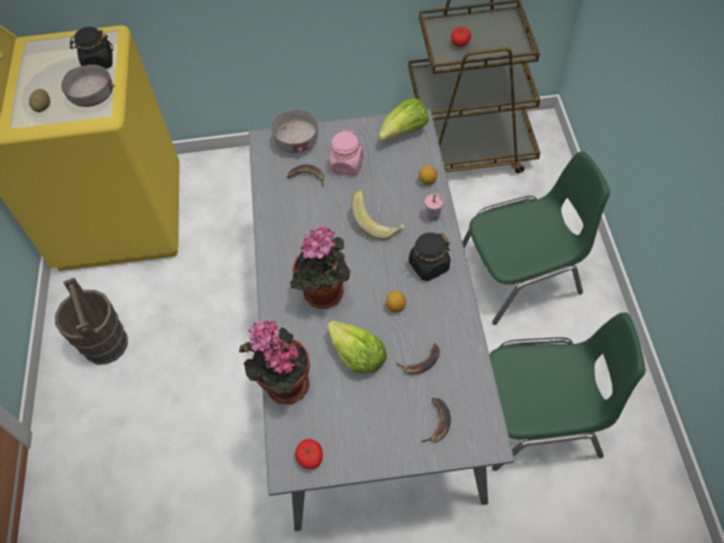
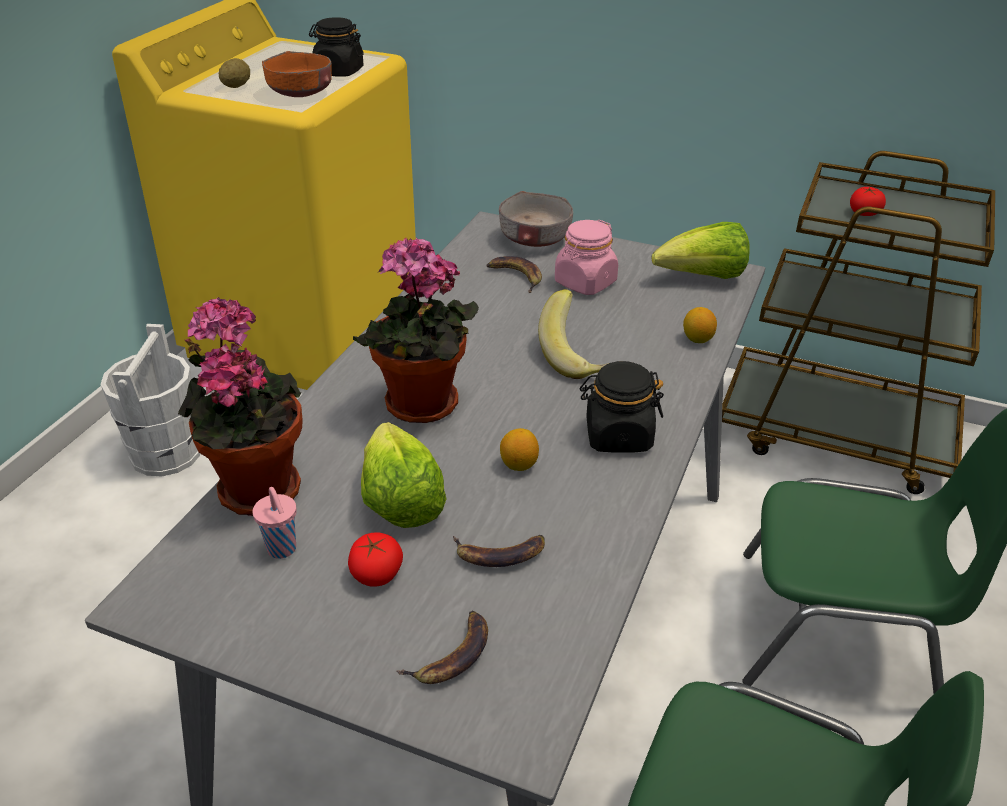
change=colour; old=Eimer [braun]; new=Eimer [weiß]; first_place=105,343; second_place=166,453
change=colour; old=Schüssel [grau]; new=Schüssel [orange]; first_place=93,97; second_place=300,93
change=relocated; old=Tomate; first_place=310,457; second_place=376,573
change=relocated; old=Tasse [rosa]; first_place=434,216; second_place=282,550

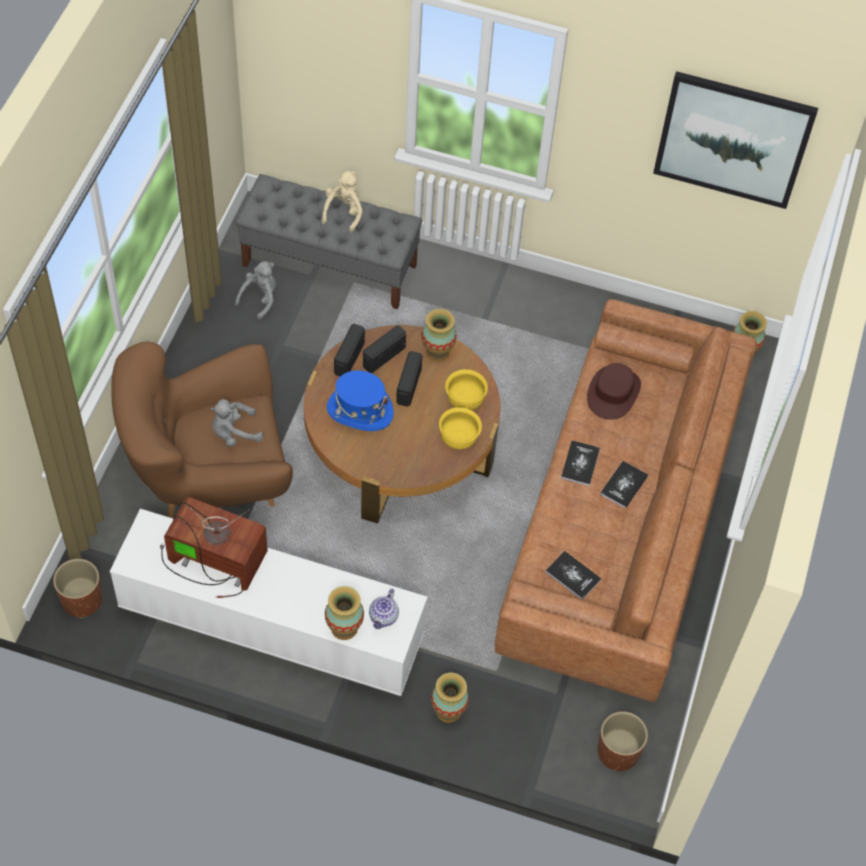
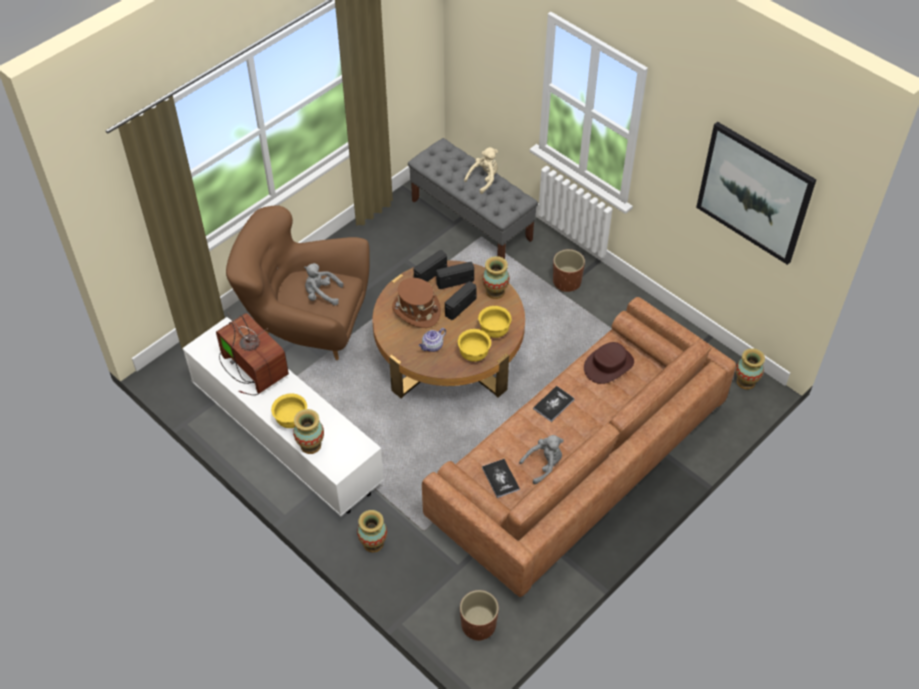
change=relocated; old=Pflanzkübel [braun]; first_place=82,600; second_place=567,282
change=relocated; old=Plüschtier [grau]; first_place=260,298; second_place=544,465
change=colour; old=Hut [blau]; new=Hut [braun]; first_place=359,410; second_place=416,311
change=relocated; old=Teekanne; first_place=383,617; second_place=432,346
change=missing; old=Buch; first_place=624,485
change=appeared; new=Schüssel [gelb]; second_place=291,420

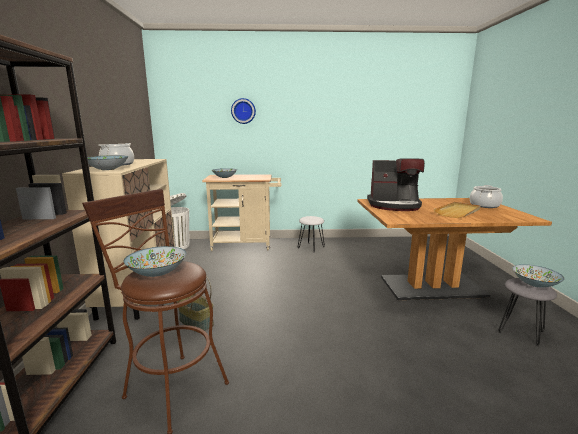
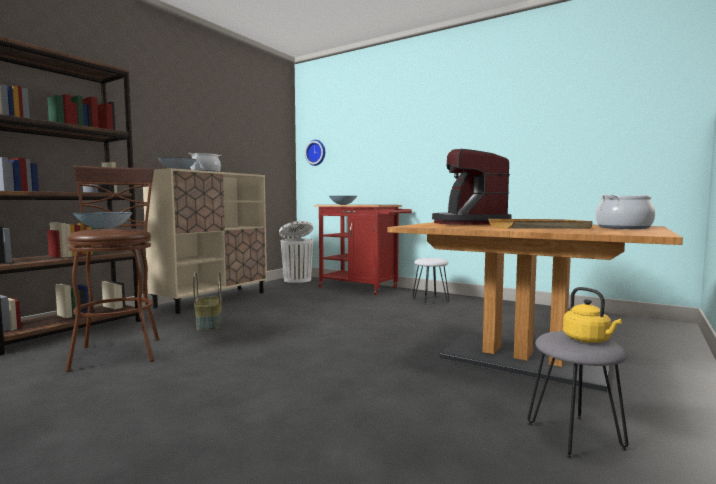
change=colour; old=Rollwagen [beige]; new=Rollwagen [rot]; first_place=246,244; second_place=362,288
change=relocated; old=Wanduhr; first_place=243,111; second_place=316,153
change=spun; old=Kaffeemaschine; first_place=394,205; second_place=468,223; degrees=45
change=exchanged; old=Schüssel; new=Wasserkessel [gelb]; first_place=535,284; second_place=588,340

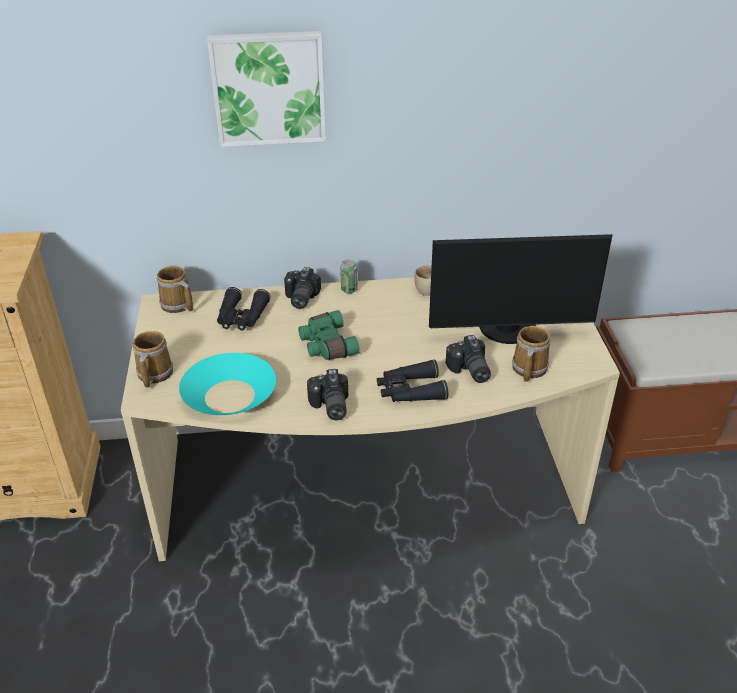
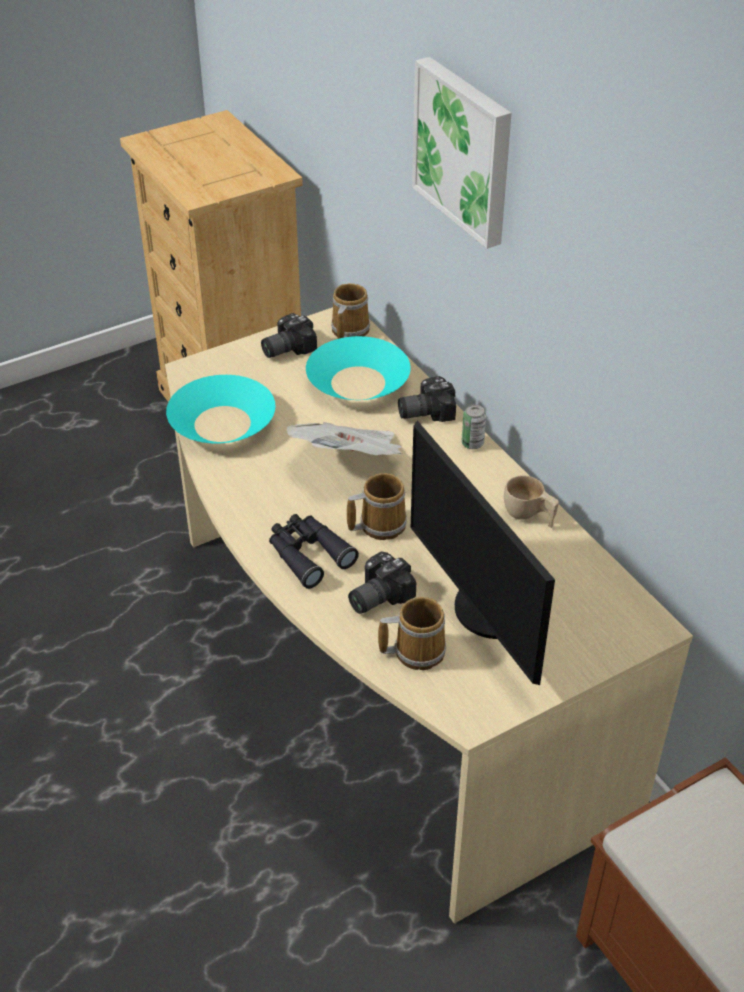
change=relocated; old=Henkelbecher; first_place=153,374; second_place=379,524
change=exchanged; old=Fernglas [schwarz]; new=Schüssel [türkis]; first_place=241,317; second_place=358,382
change=exchanged; old=Fernglas [grün]; new=Zeitung; first_place=326,345; second_place=350,461
change=relocated; old=Kamera; first_place=329,406; second_place=285,348

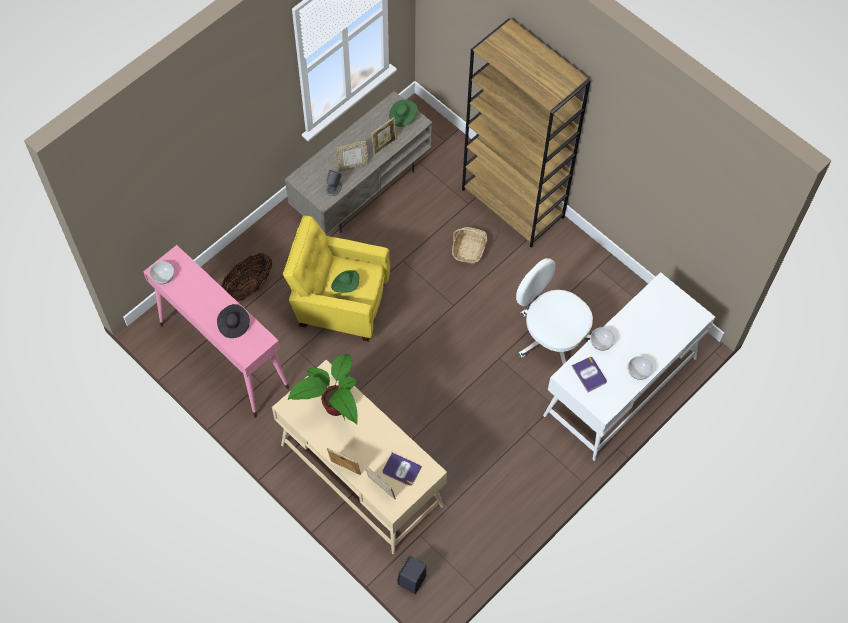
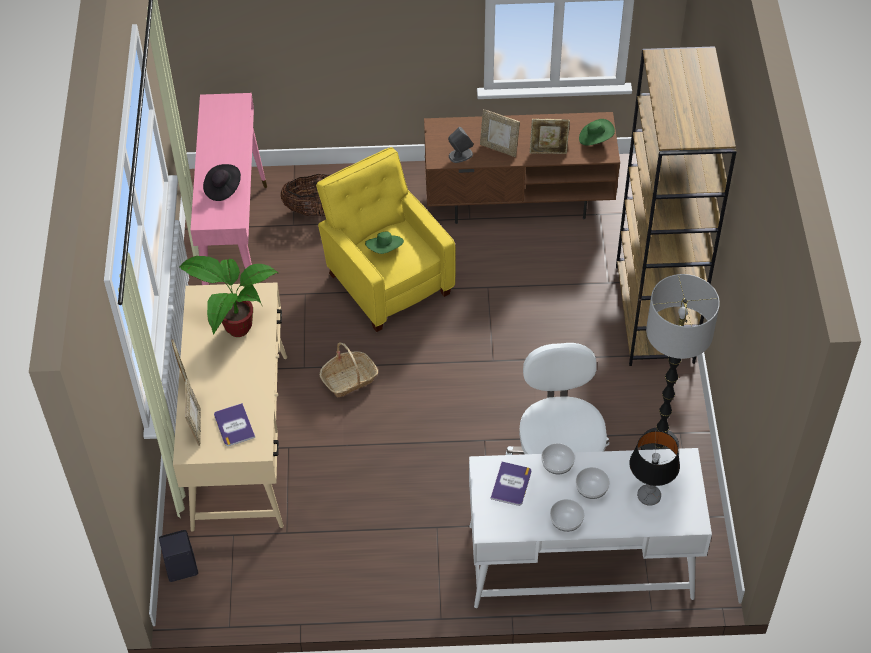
change=relocated; old=Schüssel; first_place=163,276; second_place=592,489
change=colour; old=Fernsehschrank [grau]; new=Fernsehschrank [braun]; first_place=361,187; second_place=519,198
change=relocated; old=Korb; first_place=469,249; second_place=349,379
change=appeared; new=Tischlampe; second_place=649,496
change=appeared; new=Stehlampe; second_place=659,445

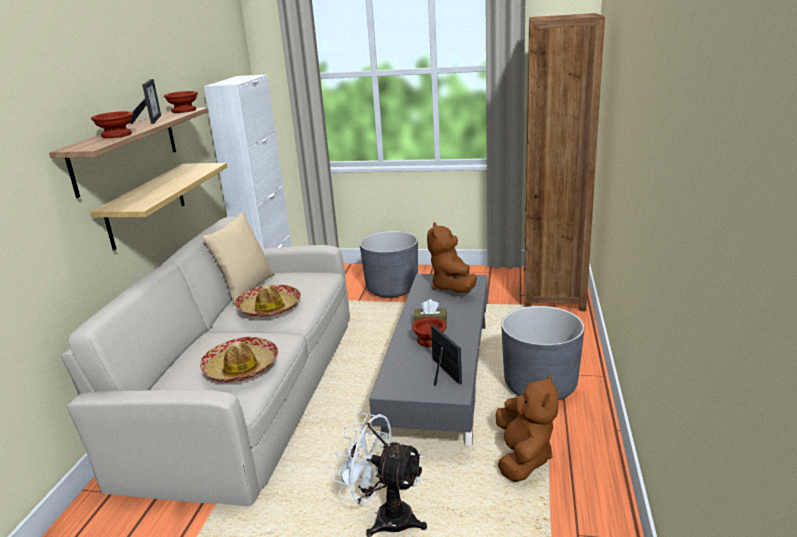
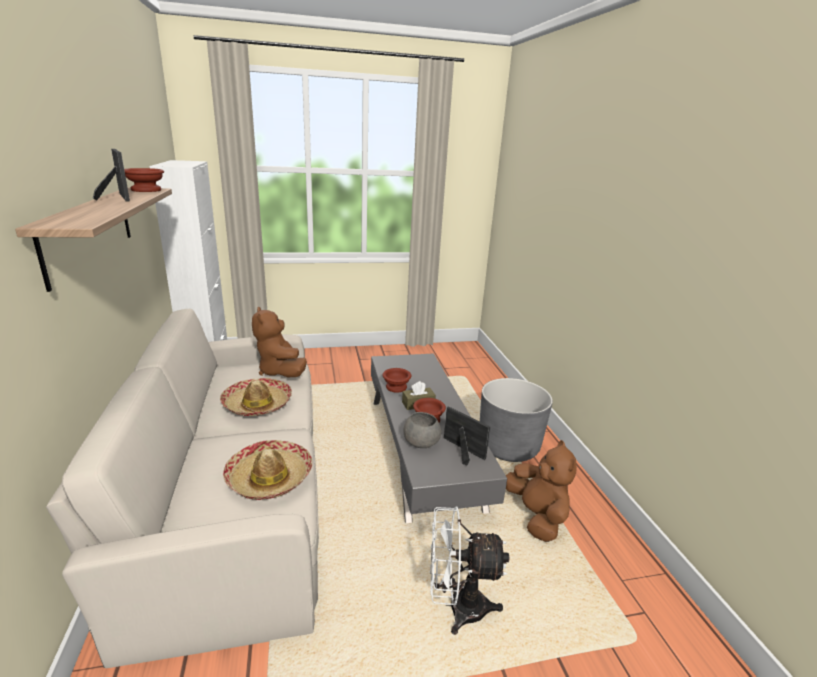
change=missing; old=Wandregal; first_place=146,205
change=relocated; old=Schüssel [braun]; first_place=115,135; second_place=395,387
change=missing; old=Kissen [beige]; first_place=246,289
change=missing; old=Pflanzkübel [grau]; first_place=392,288
change=relocated; old=Plüschtier [braun]; first_place=452,287; second_place=280,371
change=missing; old=Bücherregal [braun]; first_place=553,294
change=appeared; new=Schüssel [grau]; second_place=420,442

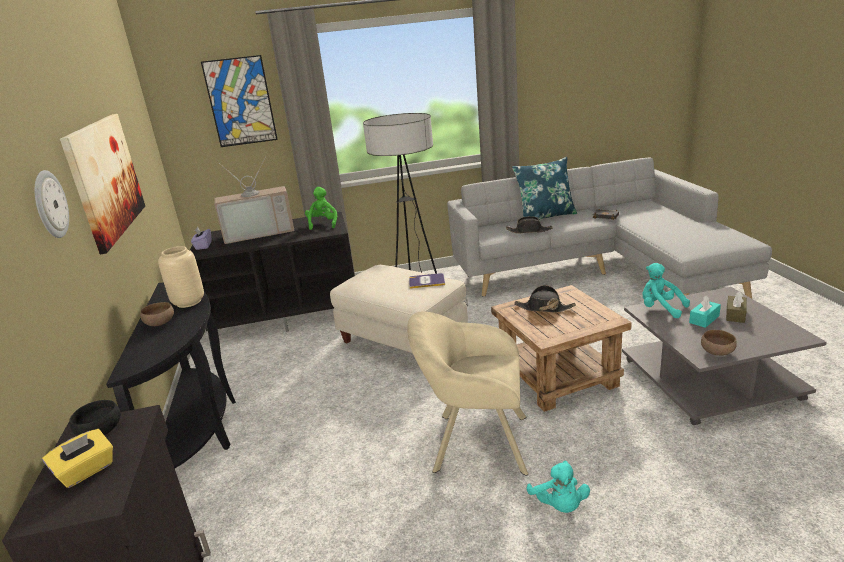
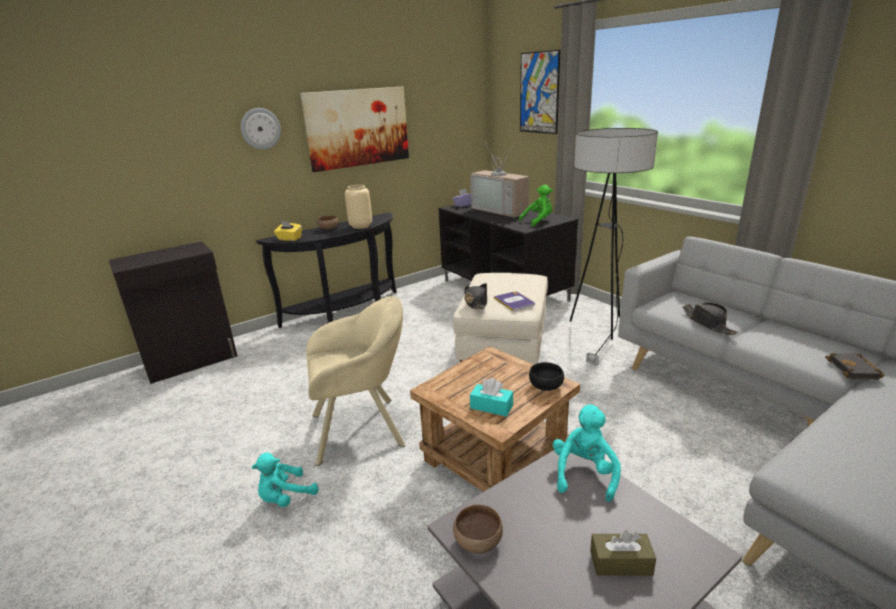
change=relocated; old=Taschentuchbox [gelb]; first_place=86,471; second_place=289,239
change=relocated; old=Schüssel [schwarz]; first_place=100,431; second_place=546,386
change=spun; old=Sessel [beige]; first_place=475,442; second_place=363,428; degrees=90
change=missing; old=Kissen [blau]; first_place=545,216
change=relocated; old=Hut [schwarz]; first_place=544,308; second_place=476,302
change=relocated; old=Taschentuchbox [türkis]; first_place=704,319; second_place=491,407

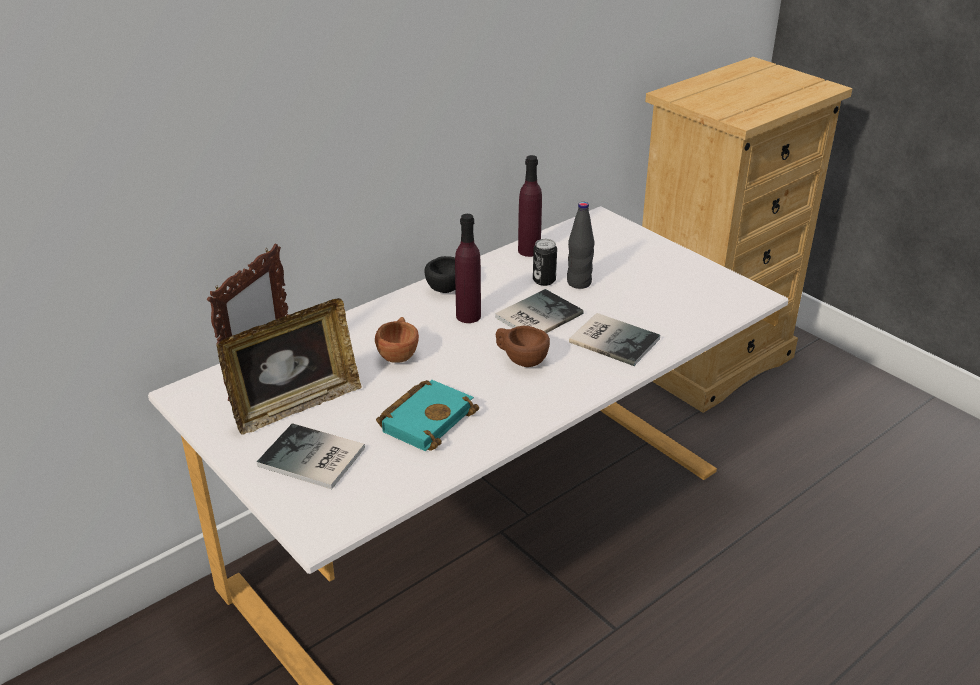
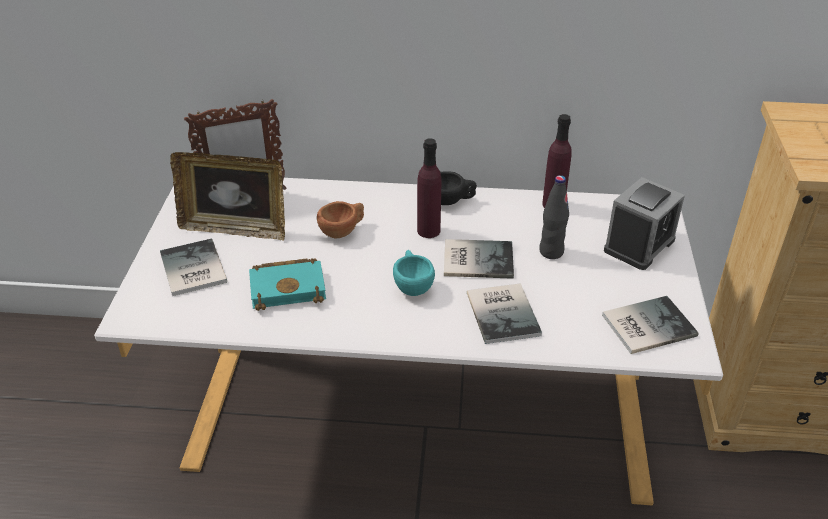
change=colour; old=Tasse [braun]; new=Tasse [türkis]; first_place=520,359; second_place=412,285
change=missing; old=Dose; first_place=544,280
change=appeared; new=Buch; second_place=645,325
change=appeared; new=Wecker; second_place=639,245

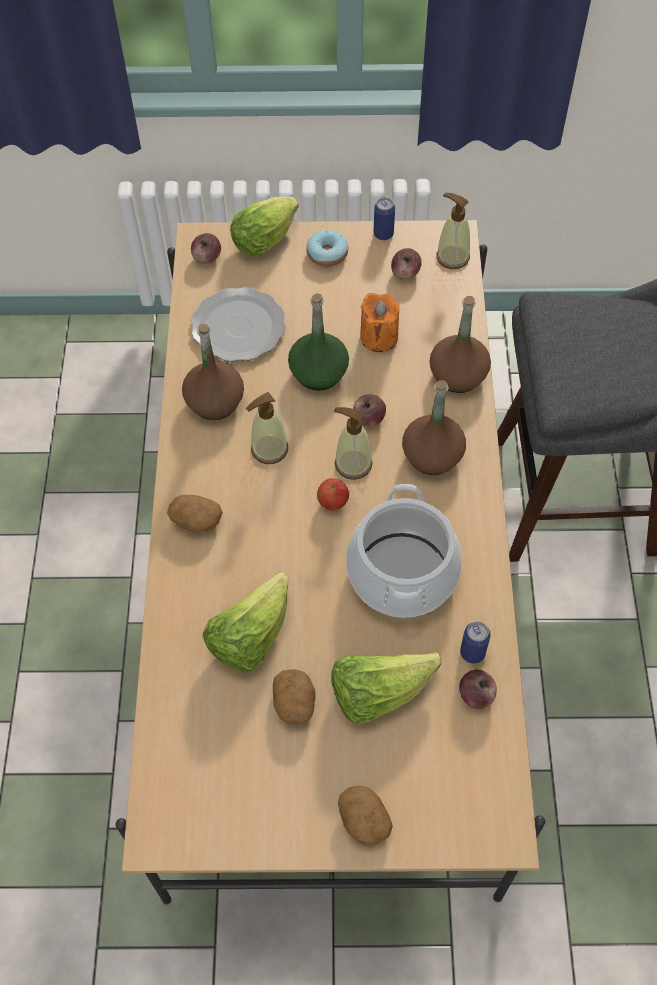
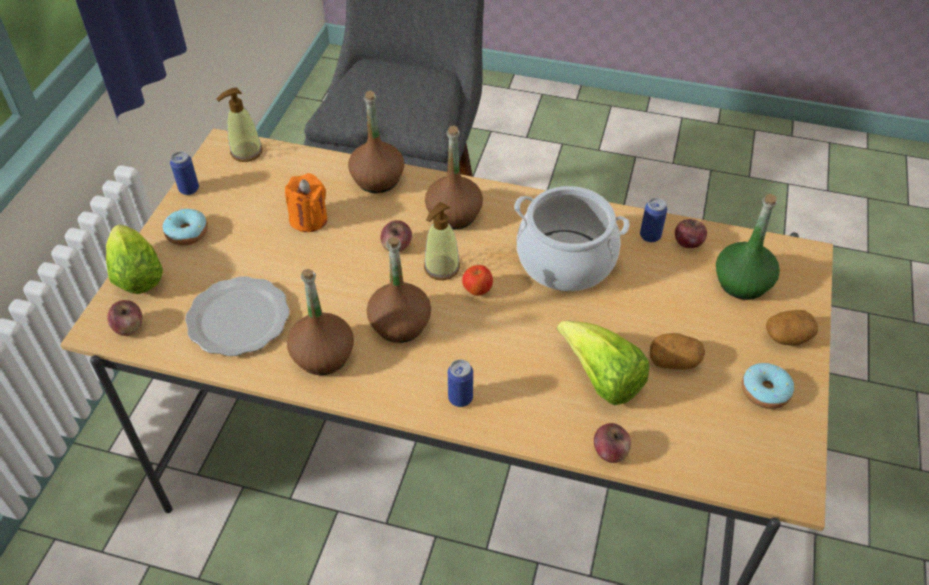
change=exchanged; old=Kartoffel; new=Dose; first_place=196,520; second_place=460,398
change=exchanged; old=Seifenspender; new=Flasche [braun]; first_place=269,449; second_place=400,324
change=relocated; old=Flasche [grün]; first_place=318,373; second_place=742,283
change=missing; old=Salatkopf; first_place=378,692
change=relocated; old=Apfel; first_place=405,273; second_place=610,451
change=appeared; new=Donut; second_place=765,391

